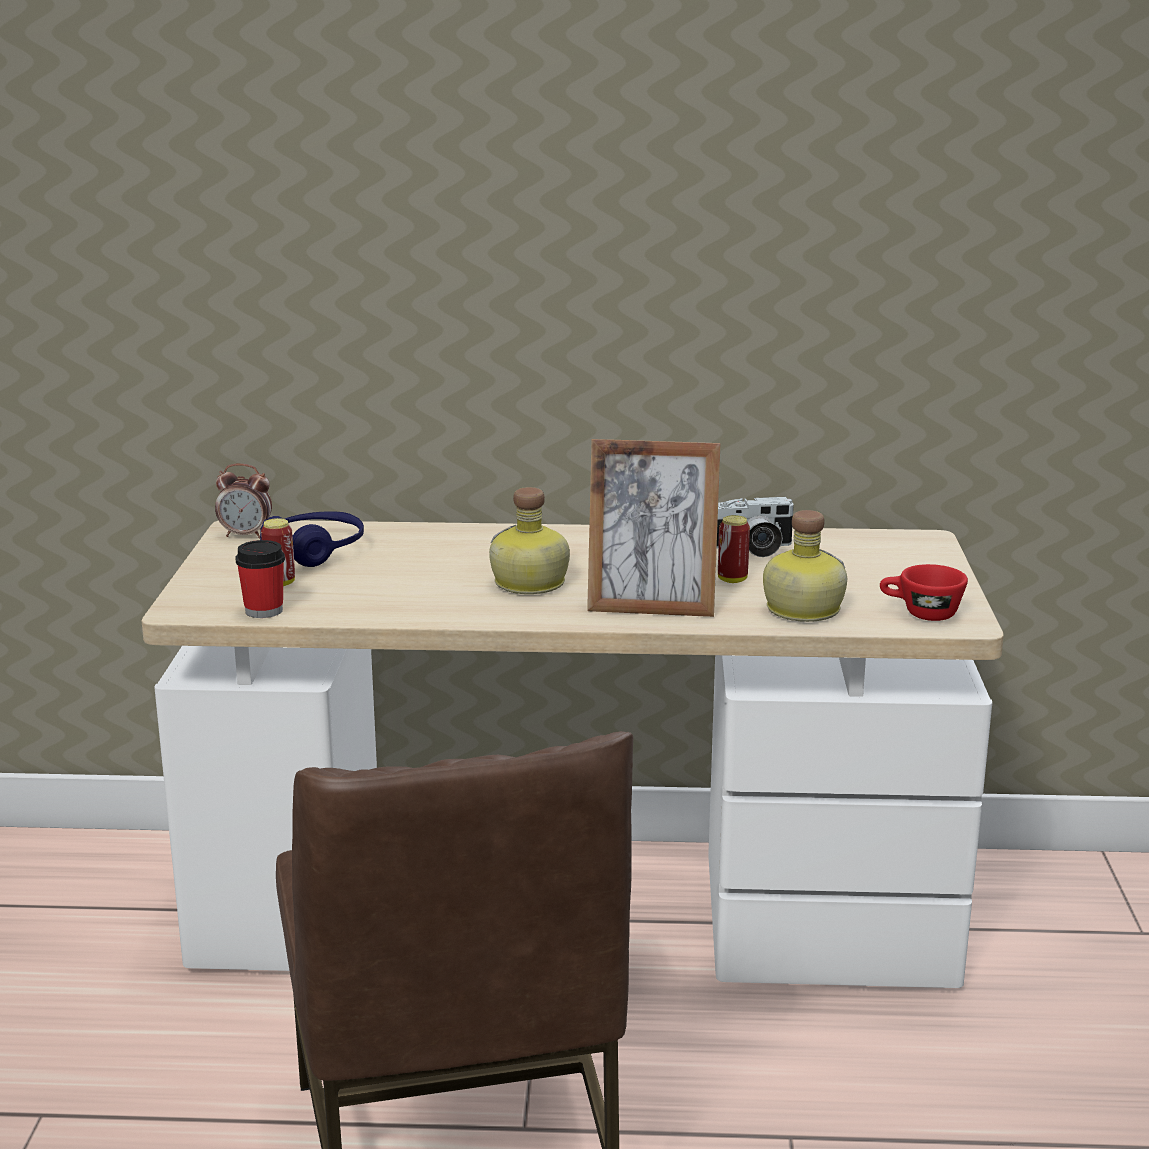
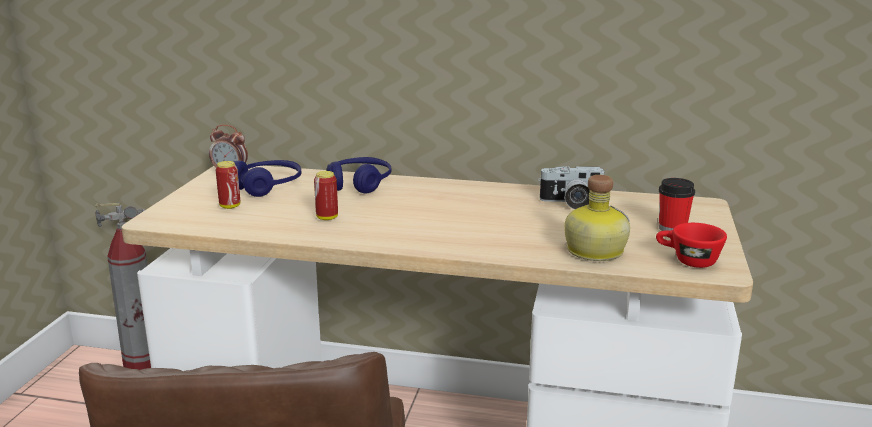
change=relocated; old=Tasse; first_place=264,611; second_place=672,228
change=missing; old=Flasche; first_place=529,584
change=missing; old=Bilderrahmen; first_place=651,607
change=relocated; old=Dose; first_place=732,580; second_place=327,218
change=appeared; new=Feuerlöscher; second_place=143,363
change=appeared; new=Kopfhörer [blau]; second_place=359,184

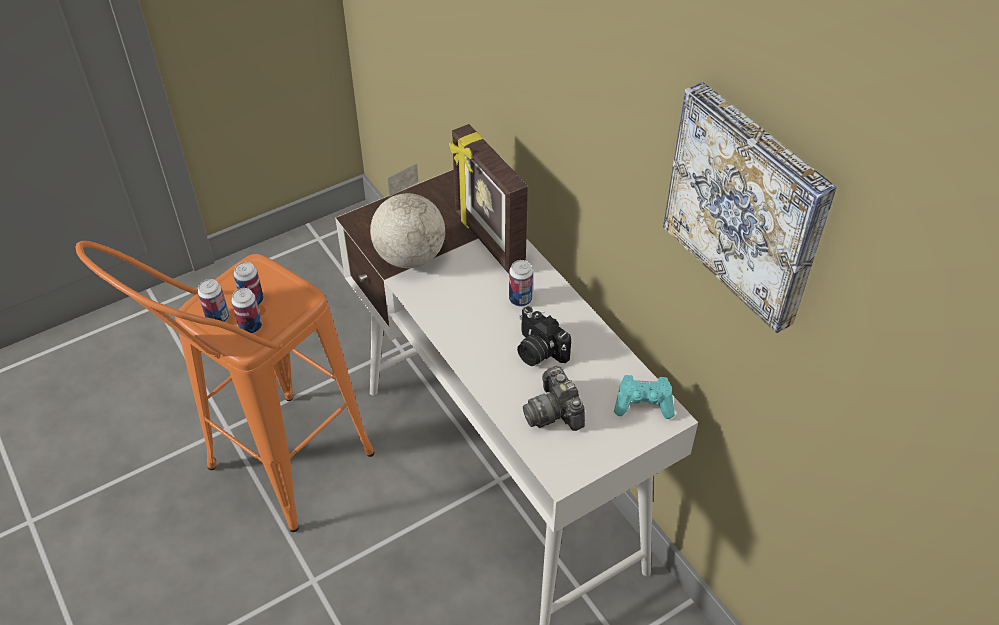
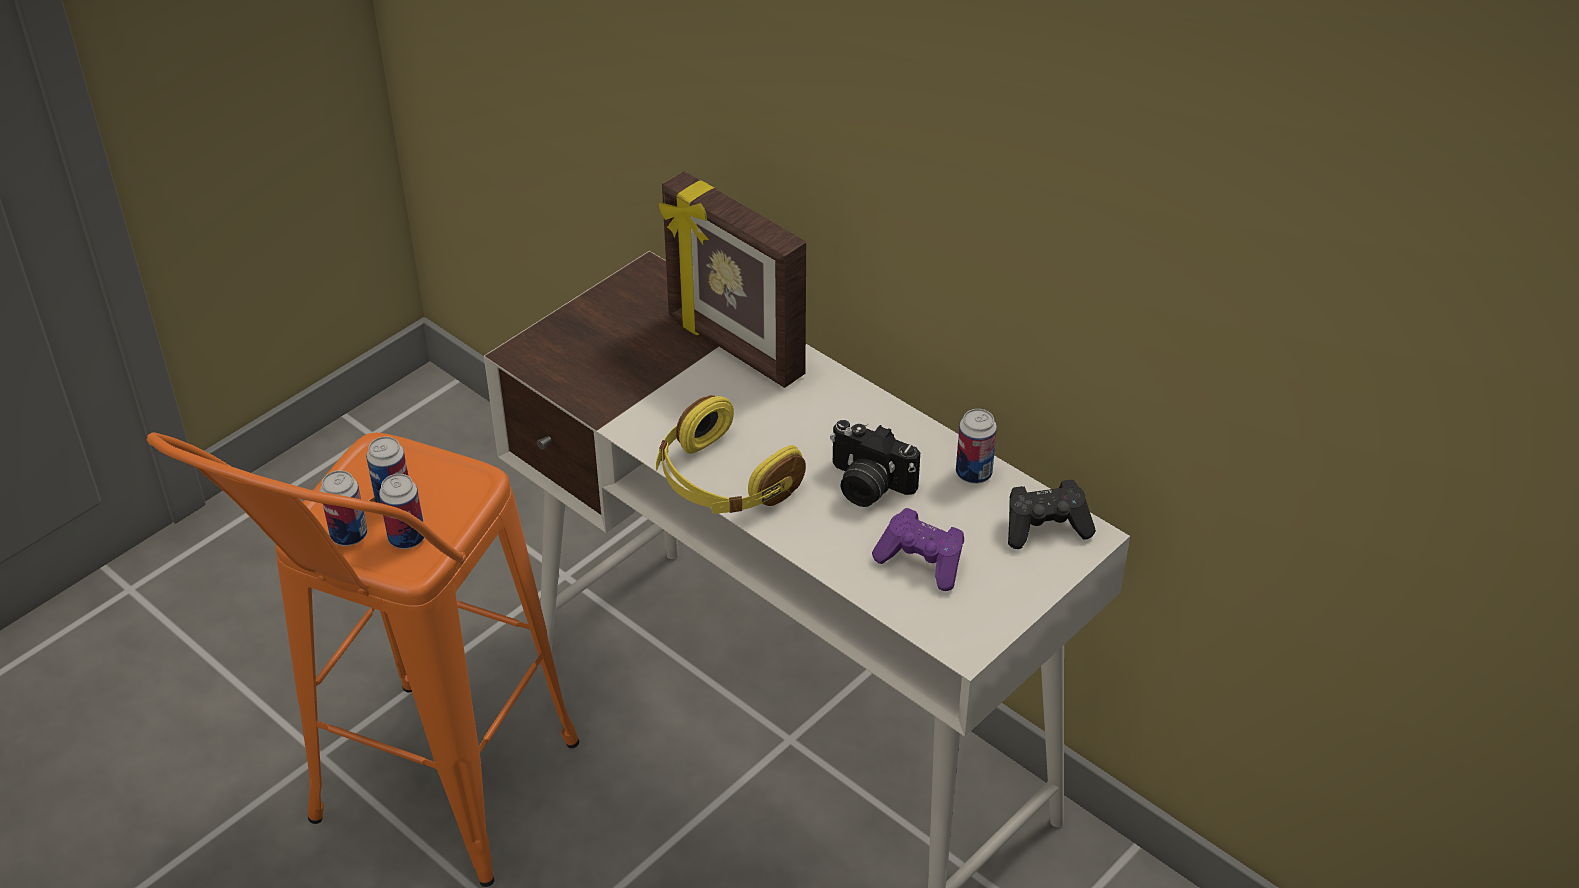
change=missing; old=Globus; first_place=409,257
change=relocated; old=Dose; first_place=520,299; second_place=973,473
change=exchanged; old=Kamera; new=Gamepad [lila]; first_place=554,411; second_place=922,562
change=colour; old=Gamepad [türkis]; new=Gamepad [schwarz]; first_place=643,404; second_place=1045,527
change=missing; old=Bild; first_place=749,205
change=appeared; new=Kopfhörer [gelb]; second_place=723,481

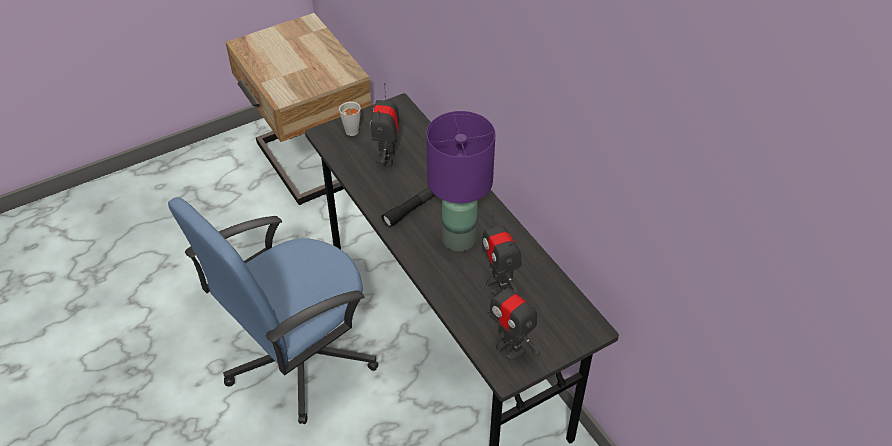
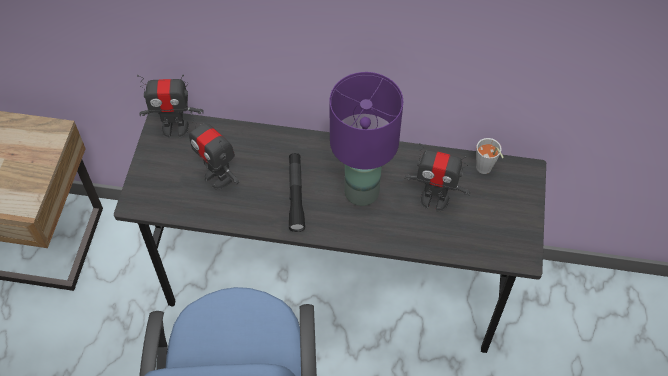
change=relocated; old=Tasse [grau]; first_place=350,133; second_place=485,170
change=relocated; old=Spielzeugroboter; first_place=510,348; second_place=175,128

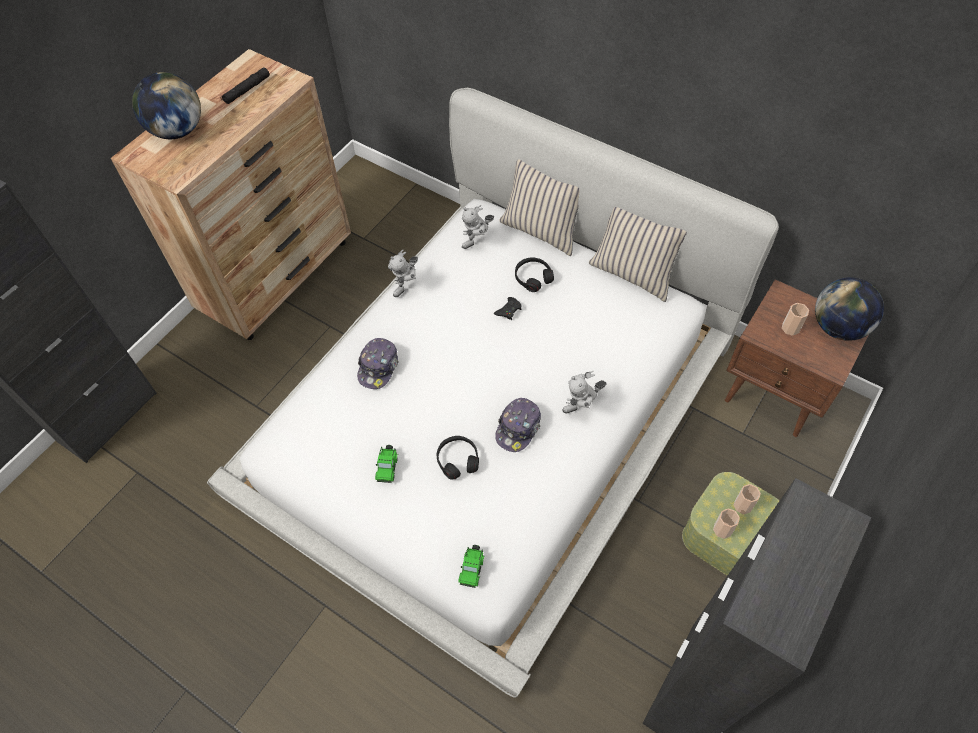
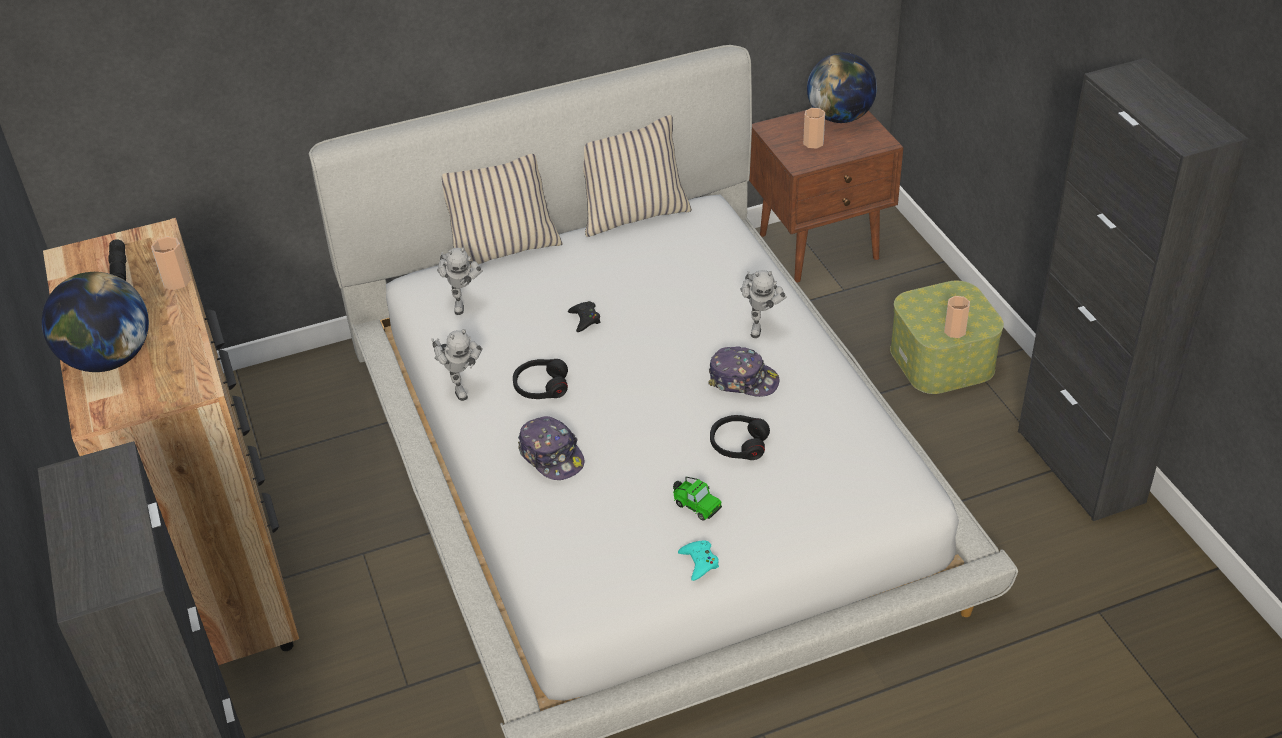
change=missing; old=Spielzeugauto; first_place=472,568
change=spun; old=Kappe; first_place=518,428; second_place=743,380; degrees=-45
change=relocated; old=Kopfhörer [schwarz]; first_place=533,277; second_place=541,386
change=relocated; old=Tasse; first_place=743,505; second_place=176,281
change=appeared; new=Gamepad [türkis]; second_place=699,562

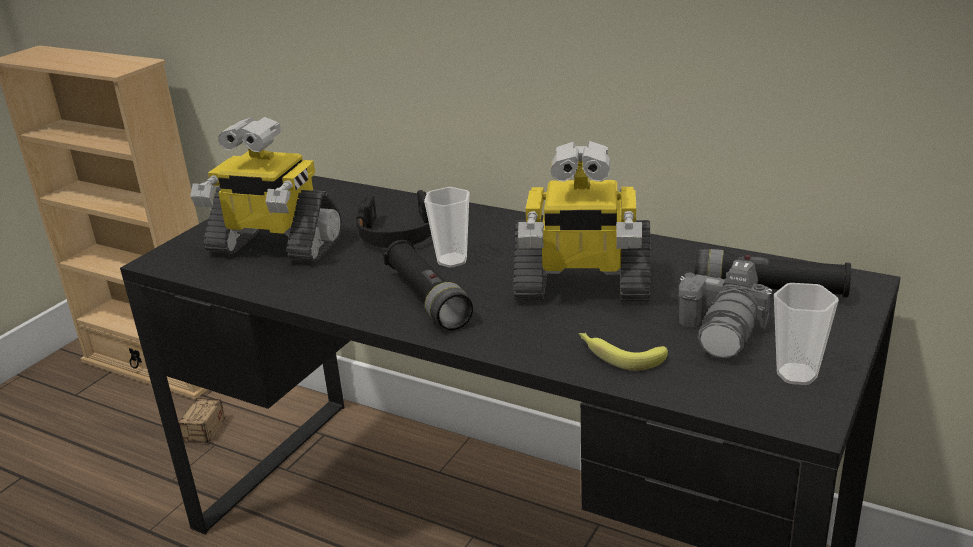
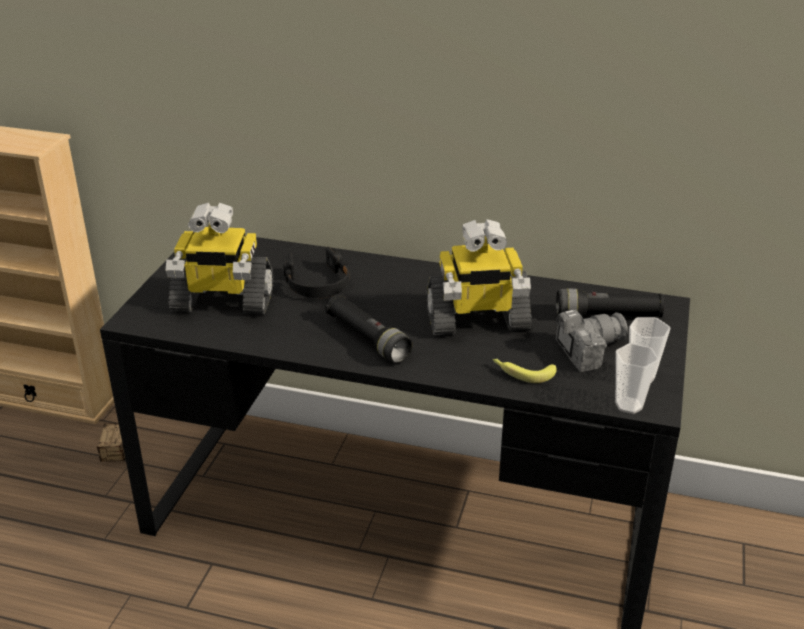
change=relocated; old=Tasse; first_place=452,260; second_place=629,405
change=spun; old=Kamera; first_place=724,331; second_place=586,349; degrees=-120

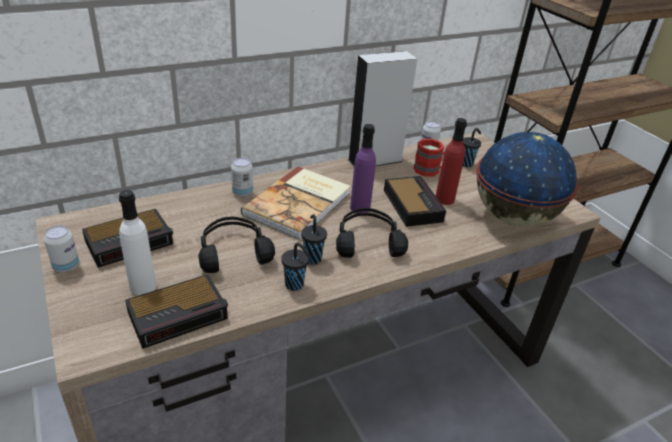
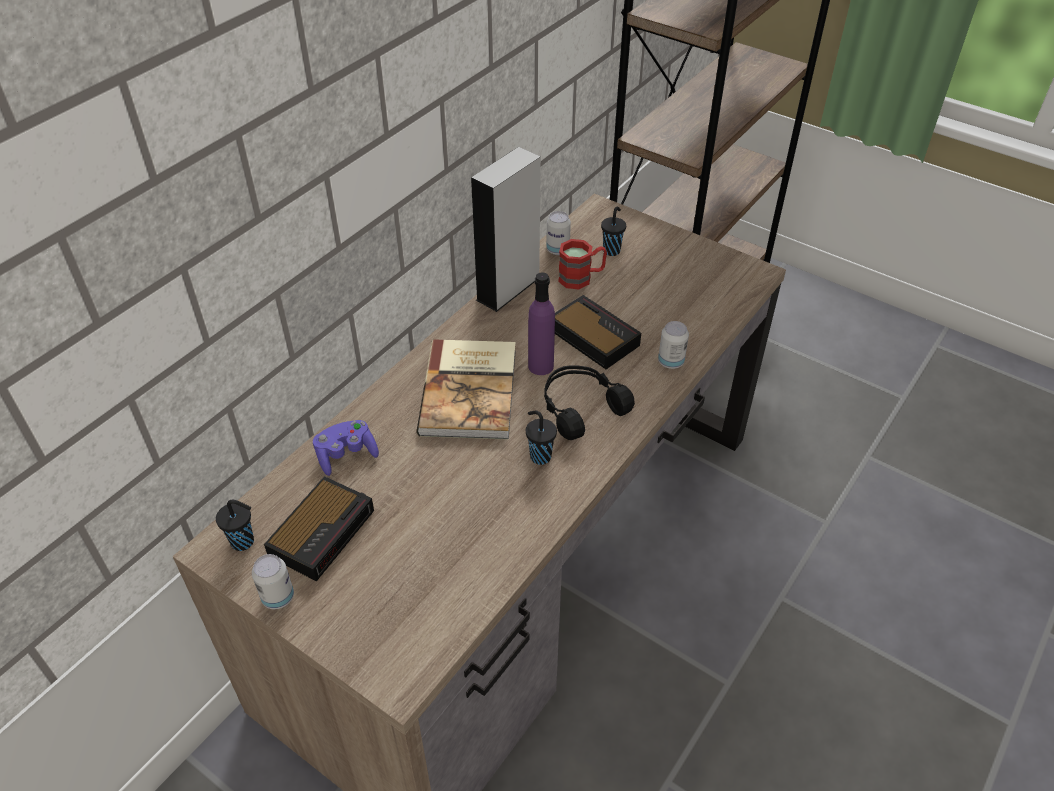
change=missing; old=Flasche [weiß]; first_place=143,287
change=missing; old=Wecker; first_place=180,315
change=missing; old=Kopfhörer [schwarz]; first_place=233,252
change=relocated; old=Dose; first_place=242,192; second_place=670,362
change=relocated; old=Tasse [schwarz]; first_place=295,285; second_place=244,542
change=missing; old=Flasche [rot]; first_place=444,199
change=missing; old=Globus; first_place=513,217
change=appeared; new=Gamepad [lila]; second_place=346,455

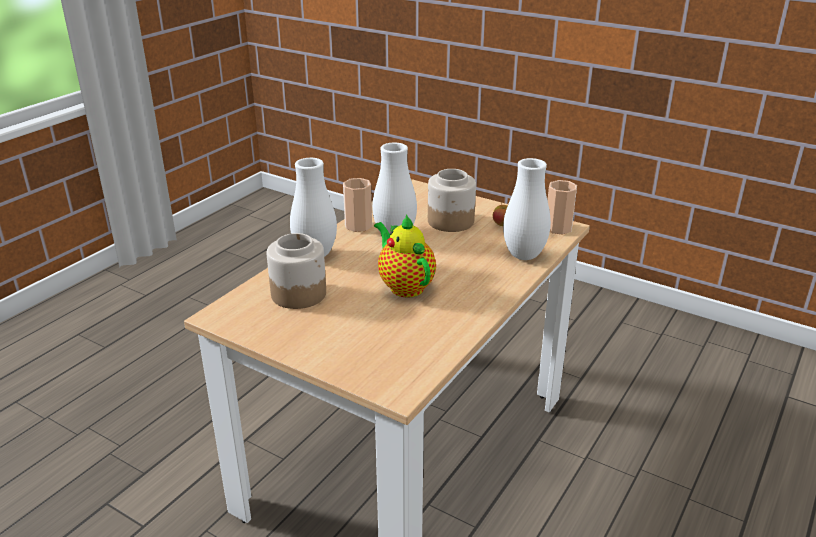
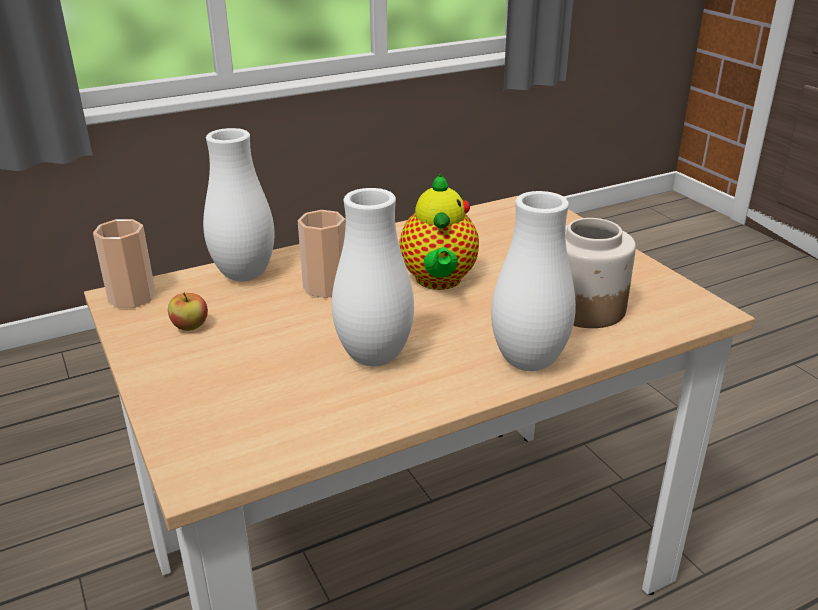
change=relocated; old=Tasse; first_place=358,225; second_place=325,287
change=missing; old=Vorratsglas; first_place=450,221

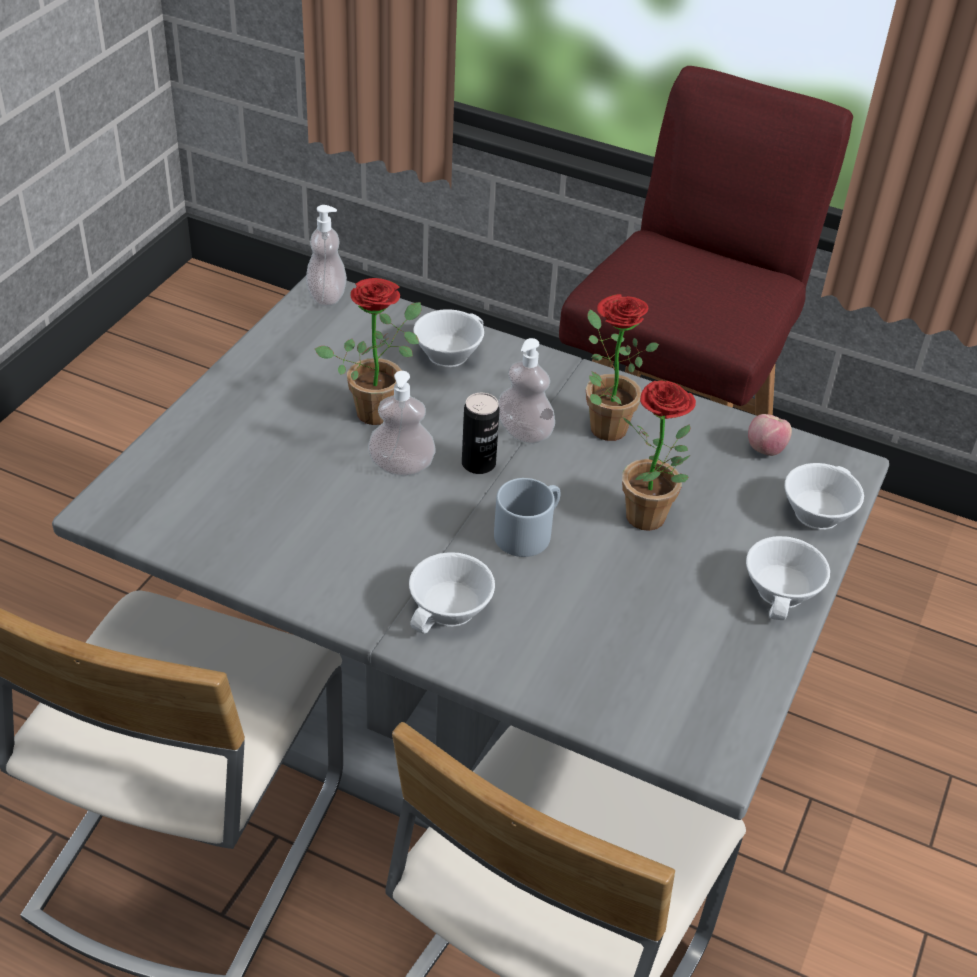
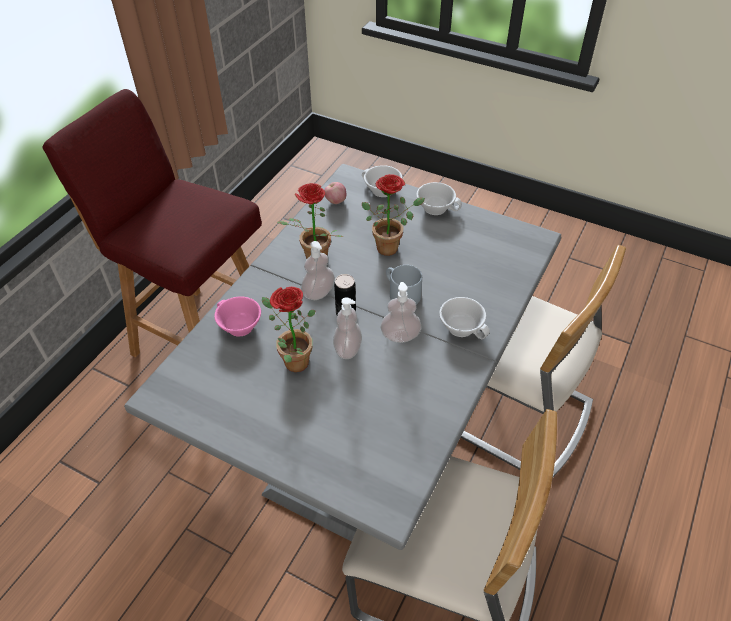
change=relocated; old=Seifenspender; first_place=327,296; second_place=400,336
change=colour; old=Tasse [weiß]; new=Tasse [rosa]; first_place=447,352; second_place=238,326

